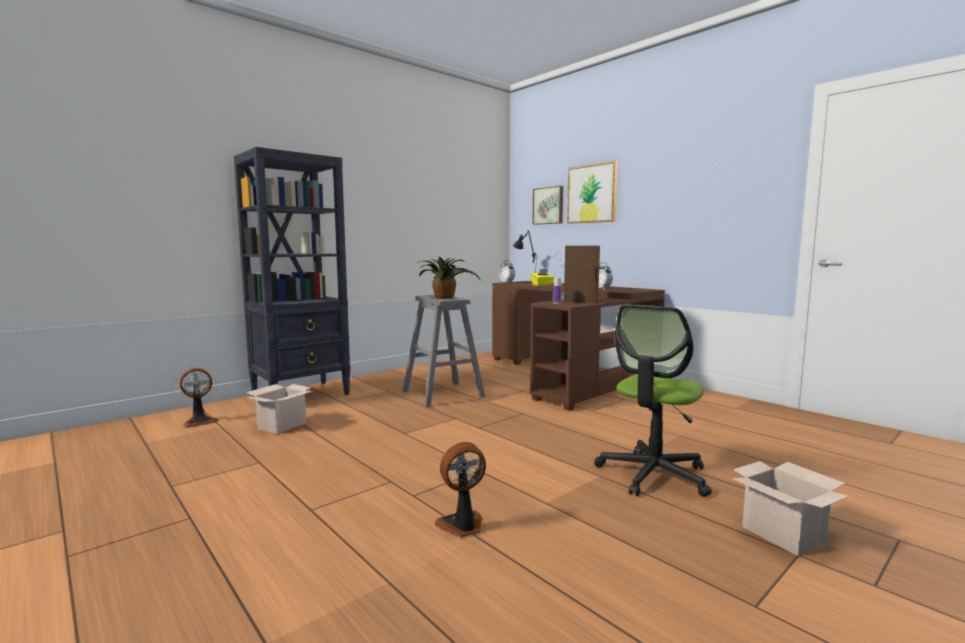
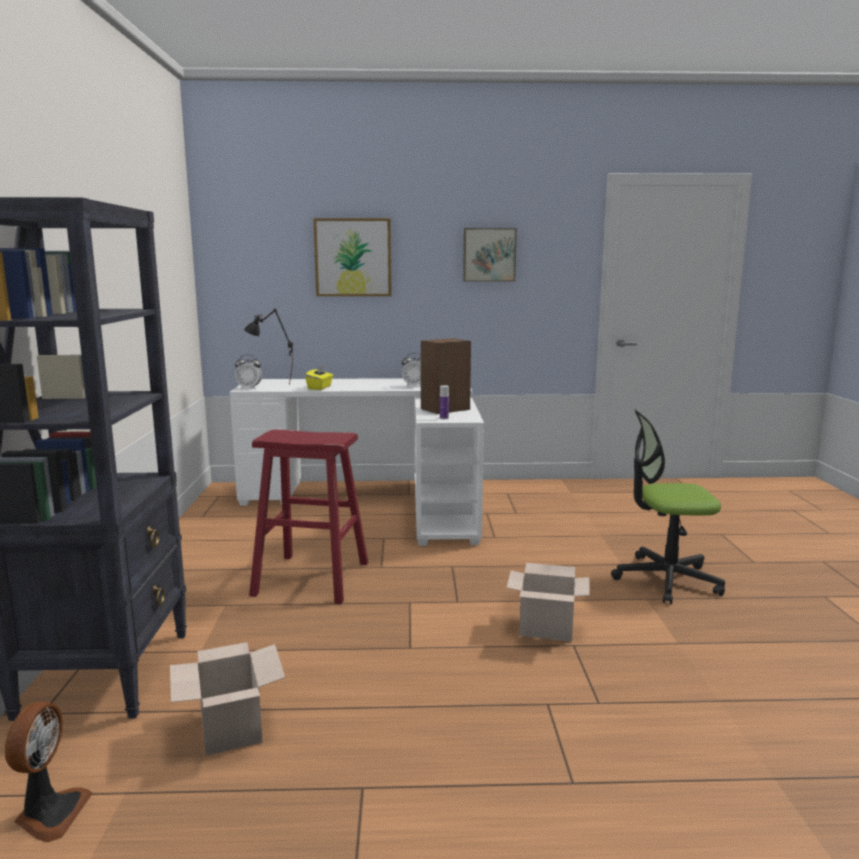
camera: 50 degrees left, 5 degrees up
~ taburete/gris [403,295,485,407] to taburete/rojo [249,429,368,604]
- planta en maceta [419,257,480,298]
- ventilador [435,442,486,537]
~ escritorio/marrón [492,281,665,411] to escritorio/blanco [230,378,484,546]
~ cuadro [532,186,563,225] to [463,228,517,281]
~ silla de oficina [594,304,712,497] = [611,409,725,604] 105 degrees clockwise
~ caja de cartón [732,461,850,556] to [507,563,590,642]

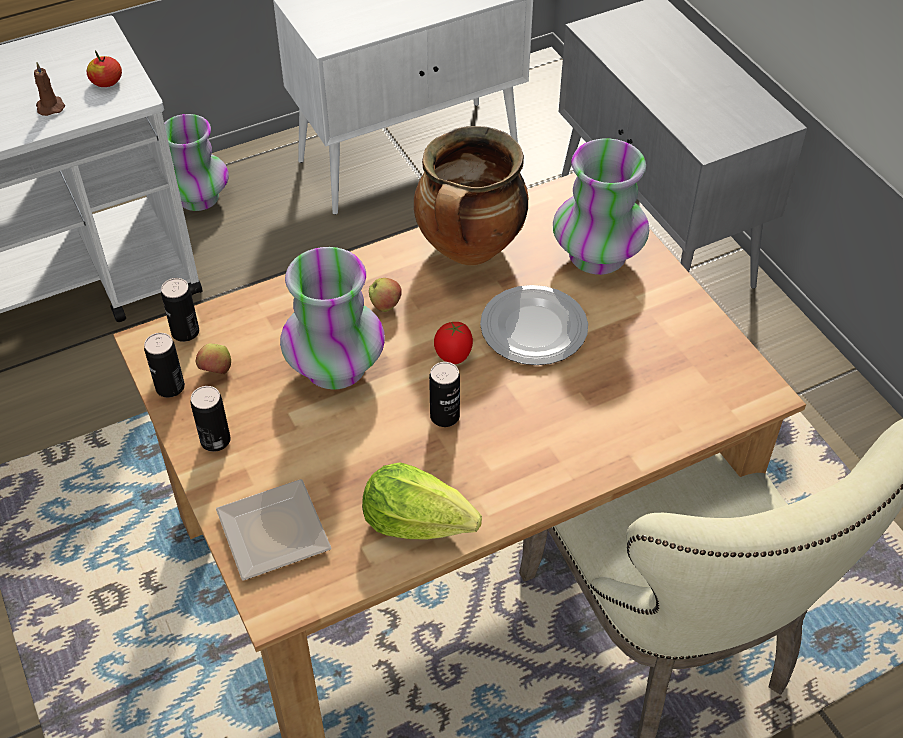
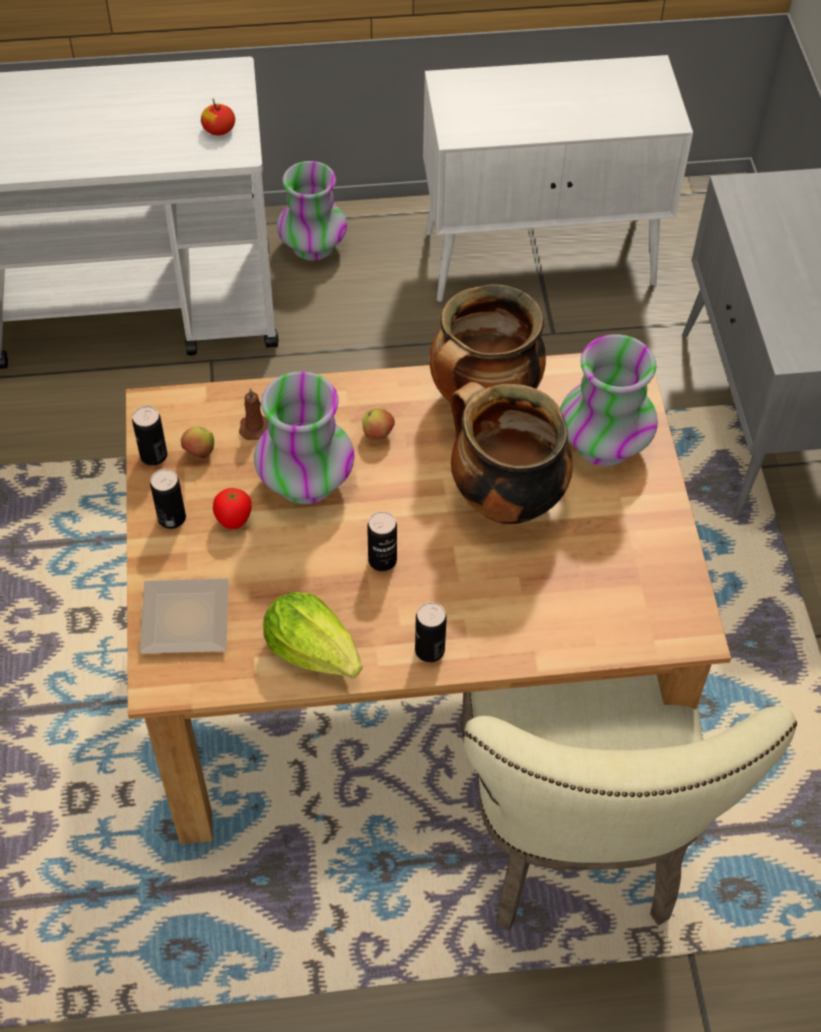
camera: 20 degrees right, 5 degrees up
~ vela/marrón [34,62,65,116] to [239,388,268,440]
~ lata [161,278,199,342] to [415,602,447,662]
~ tomate [434,322,473,364] to [213,488,252,529]
~ plato [480,285,588,365] to olla [451,382,573,525]

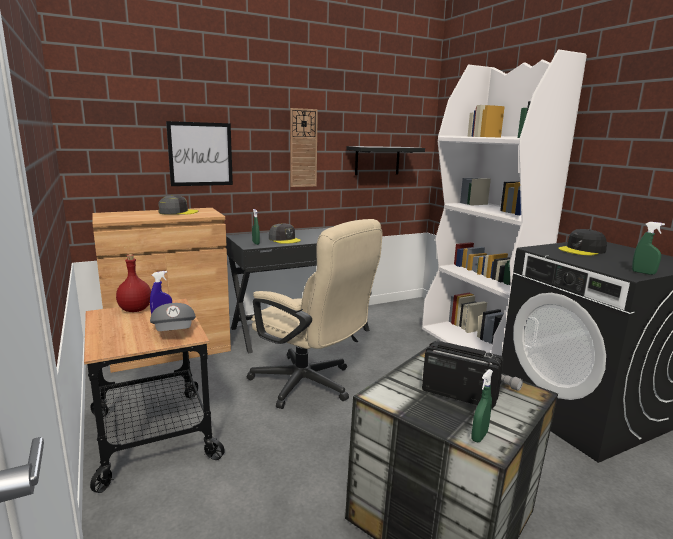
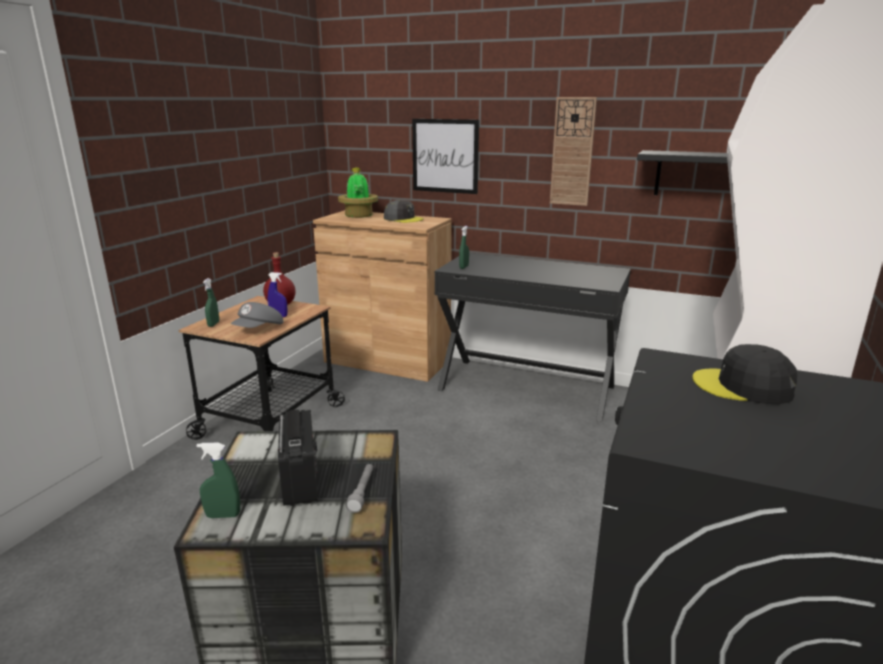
camera: 50 degrees right, 5 degrees up
- silla de oficina/beis [247,219,383,409]
- gorra/gris [269,223,301,244]
~ pulverizador/verde [632,222,665,275] to [203,278,219,327]
+ planta en maceta [338,167,378,218]

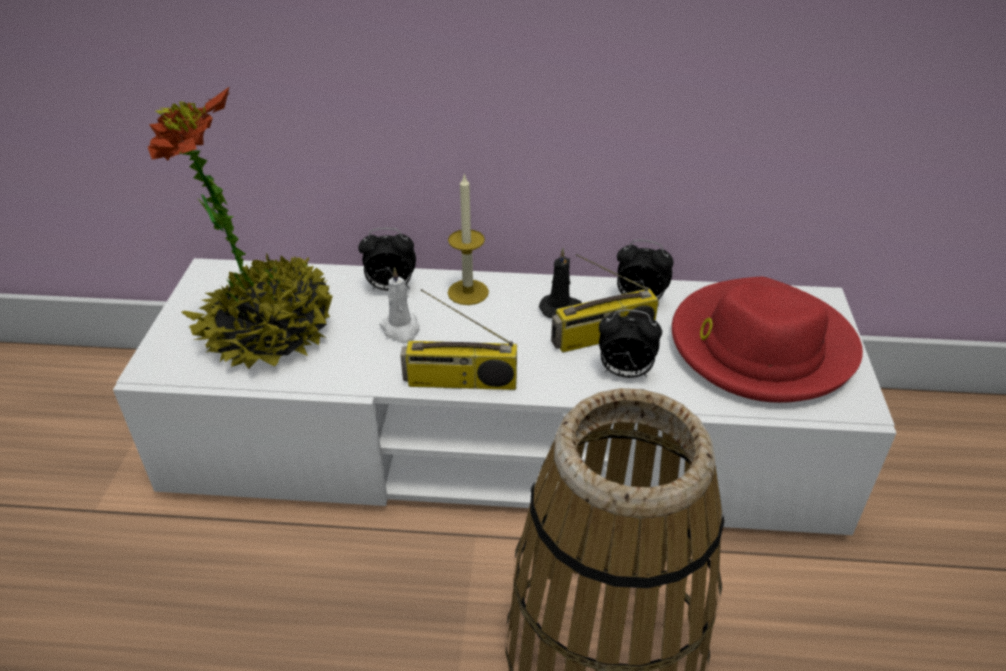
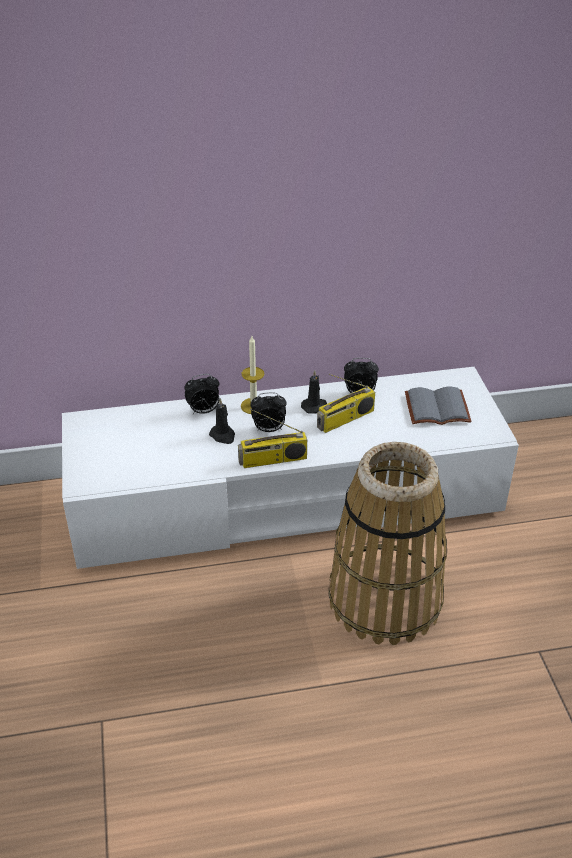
camera: 15 degrees left, 0 degrees up
- planta en maceta [148,86,333,369]
~ vela/blanco [379,267,420,344] to vela/negro [209,398,235,444]
~ despertador [599,309,662,378] to [250,392,287,432]
~ sombrero/rojo [672,277,863,403] to libro/gris [405,387,472,425]

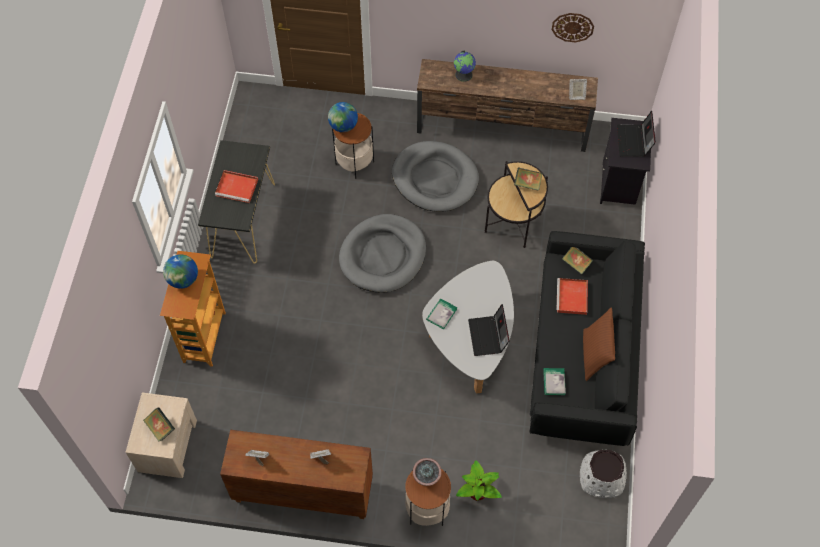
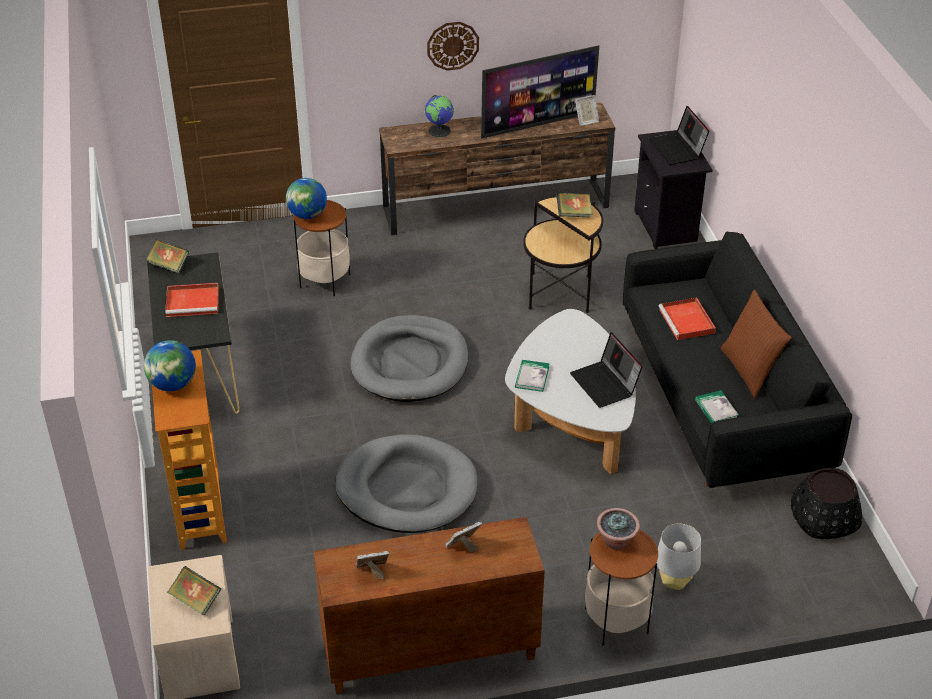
camera: 20 degrees left, 20 degrees down
~ cama para perro/gris [392,141,479,212] to [335,434,477,533]
~ planta en maceta [456,460,502,501] to lámpara de mesa/gris [657,523,701,590]
~ reloj de pared [552,13,594,42] to [427,22,479,71]
~ libro [562,247,593,274] to [146,239,189,274]
~ maceta/blanco [580,450,627,498] to maceta/negro [791,468,862,539]
+ televisor [481,45,599,139]

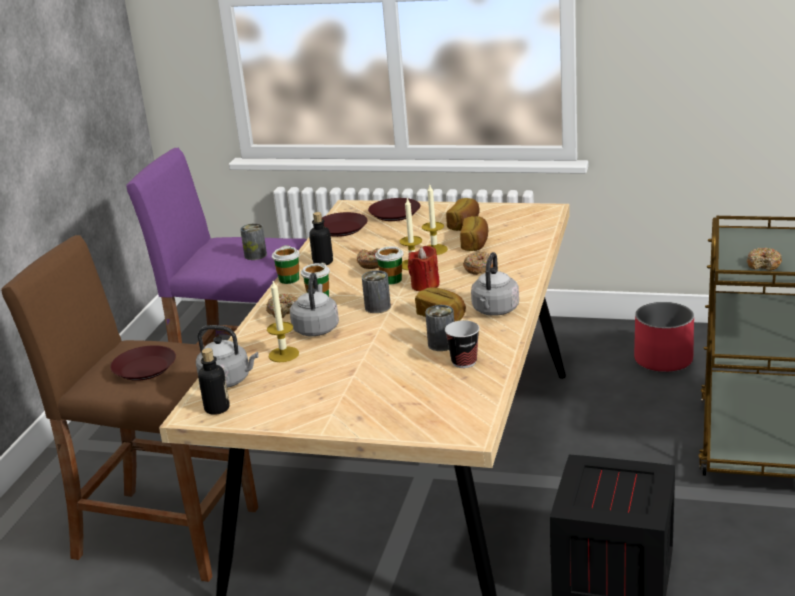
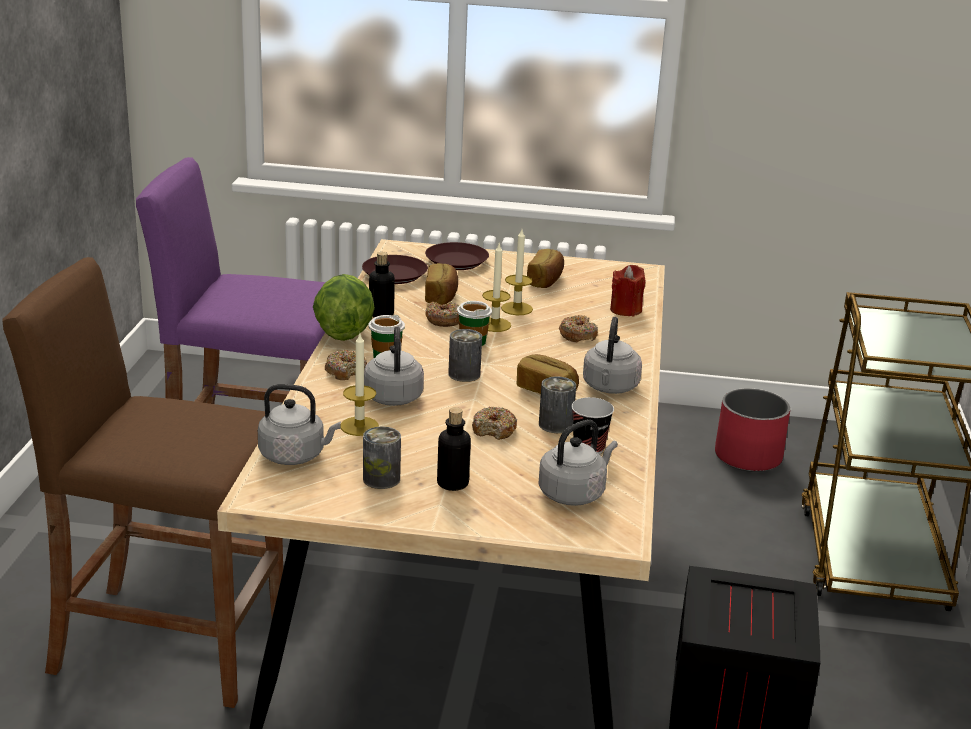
camera: 10 degrees left, 0 degrees up
- plato/marrón [110,345,176,381]
~ botella [198,348,230,415] to [437,407,471,491]
~ lata [240,223,267,260] to [363,427,401,489]
~ taza [272,245,300,284] to lechuga [313,274,375,341]
~ vela/rojo [408,246,440,291] to [610,265,646,316]
~ pan [460,216,488,251] to [425,263,458,305]
~ rosquilla [747,248,782,271] to [472,406,517,440]
+ hervidor/gris [538,420,618,506]

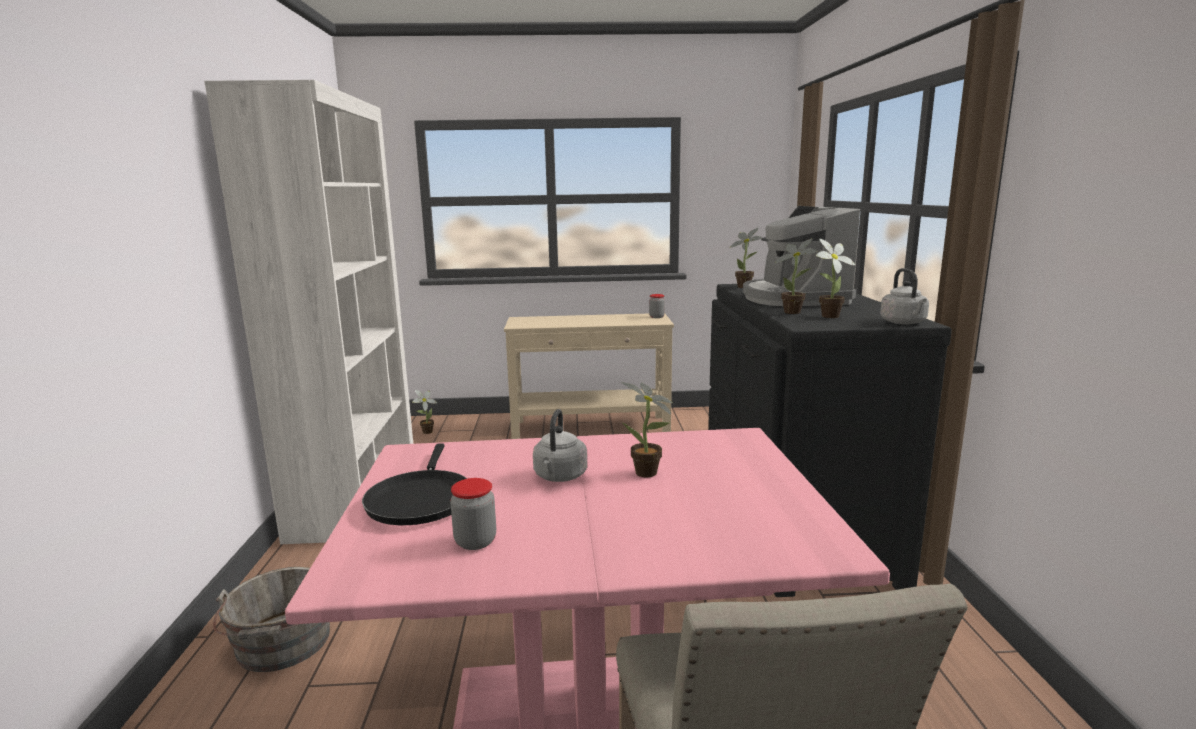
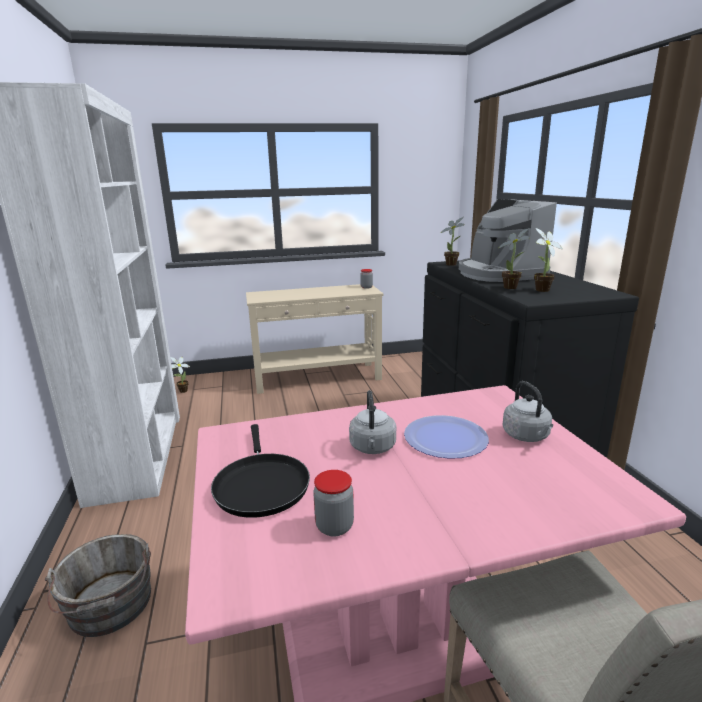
camera: 10 degrees left, 5 degrees up
~ planta en maceta [621,382,673,477] to plato [404,415,489,459]
~ hervidor/gris [880,268,929,325] to [502,381,553,442]

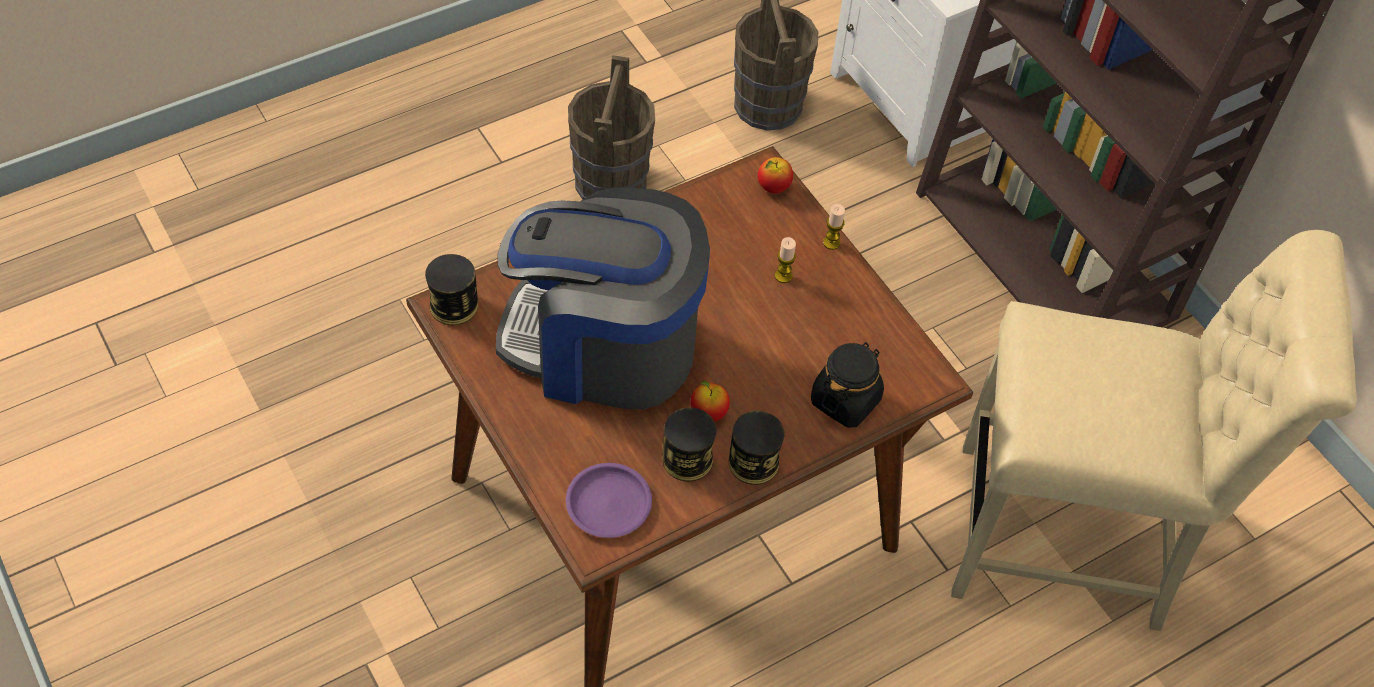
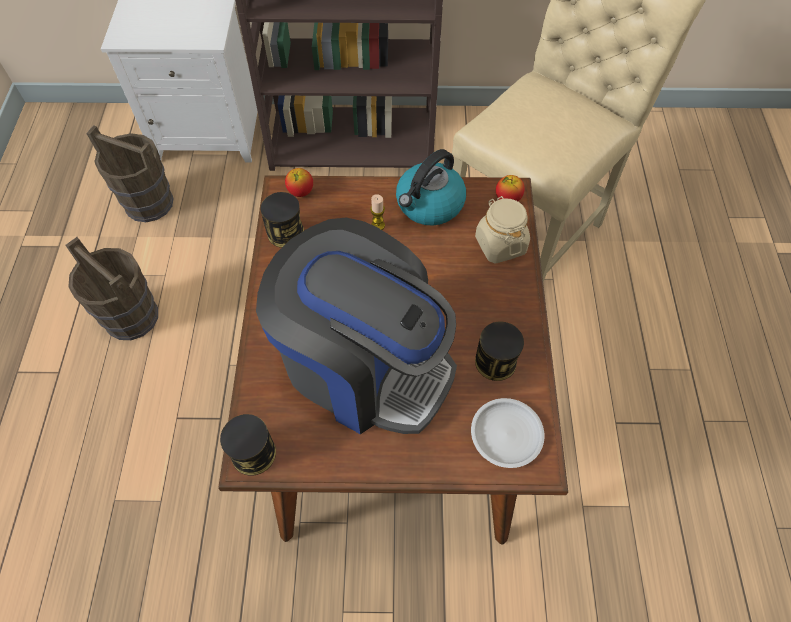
camera: 55 degrees left, 5 degrees up
~ cafetera [496,188,710,409] = [256,218,457,434] 105 degrees counterclockwise
~ plato/morado [566,463,652,538] to plato/blanco [471,398,545,468]
~ manzana [691,381,730,422] to [496,175,525,201]
~ lata [729,411,785,485] to [261,192,304,248]
~ tarro/negro [811,342,884,428] to tarro/beis [475,196,530,263]
- vela [823,204,845,250]
+ hervidor [396,149,466,225]

